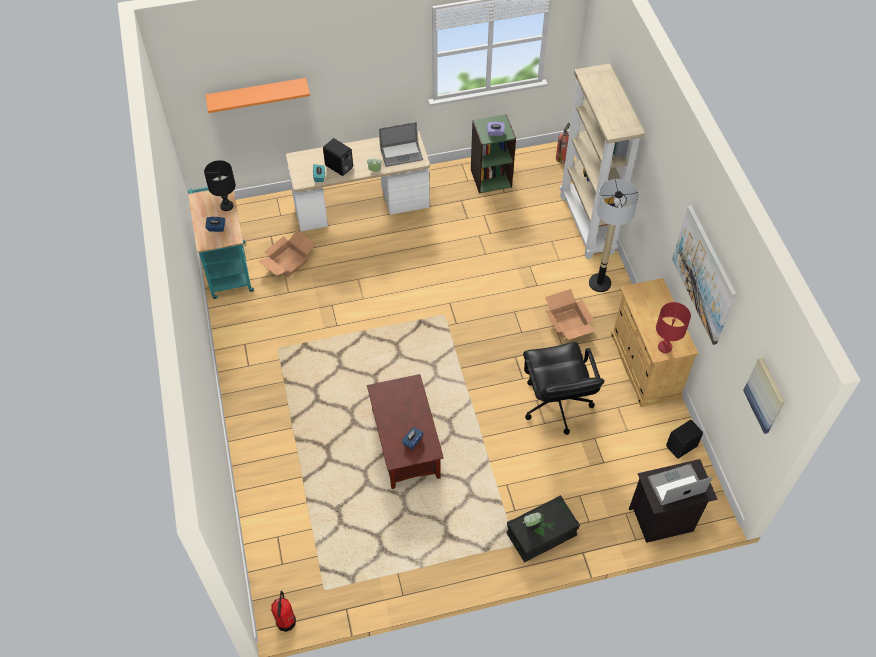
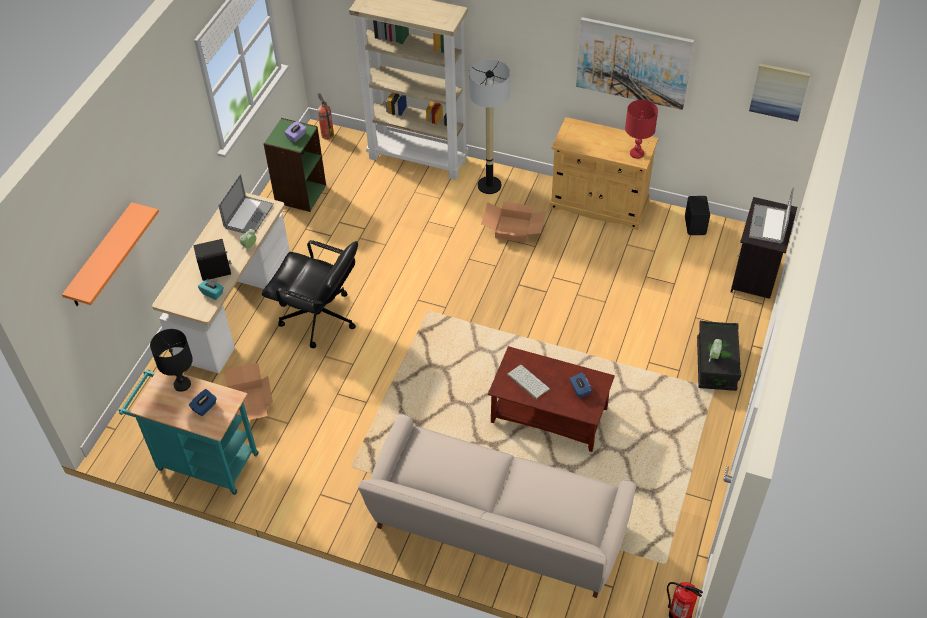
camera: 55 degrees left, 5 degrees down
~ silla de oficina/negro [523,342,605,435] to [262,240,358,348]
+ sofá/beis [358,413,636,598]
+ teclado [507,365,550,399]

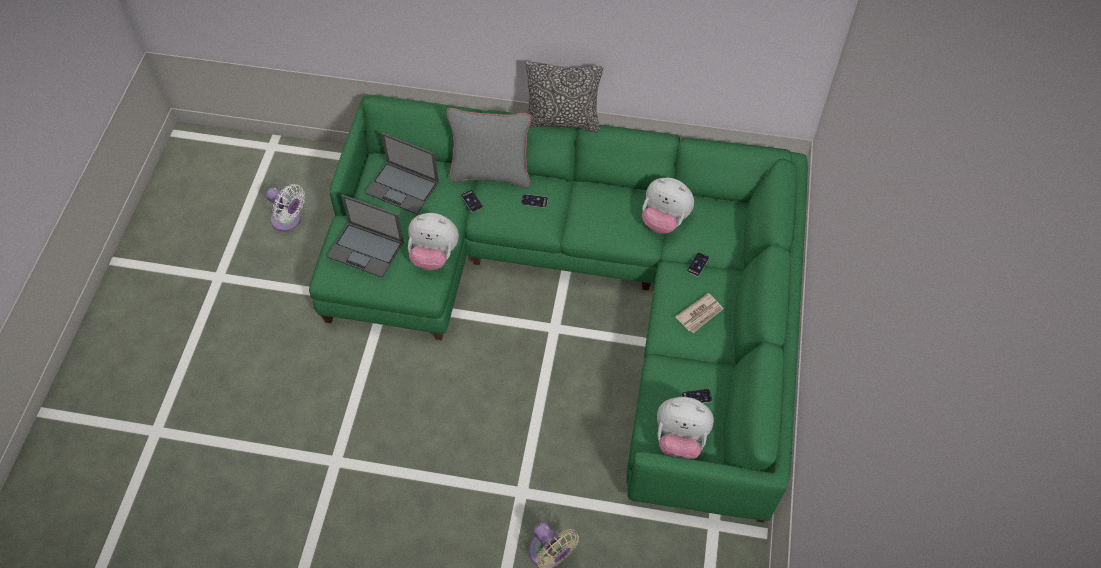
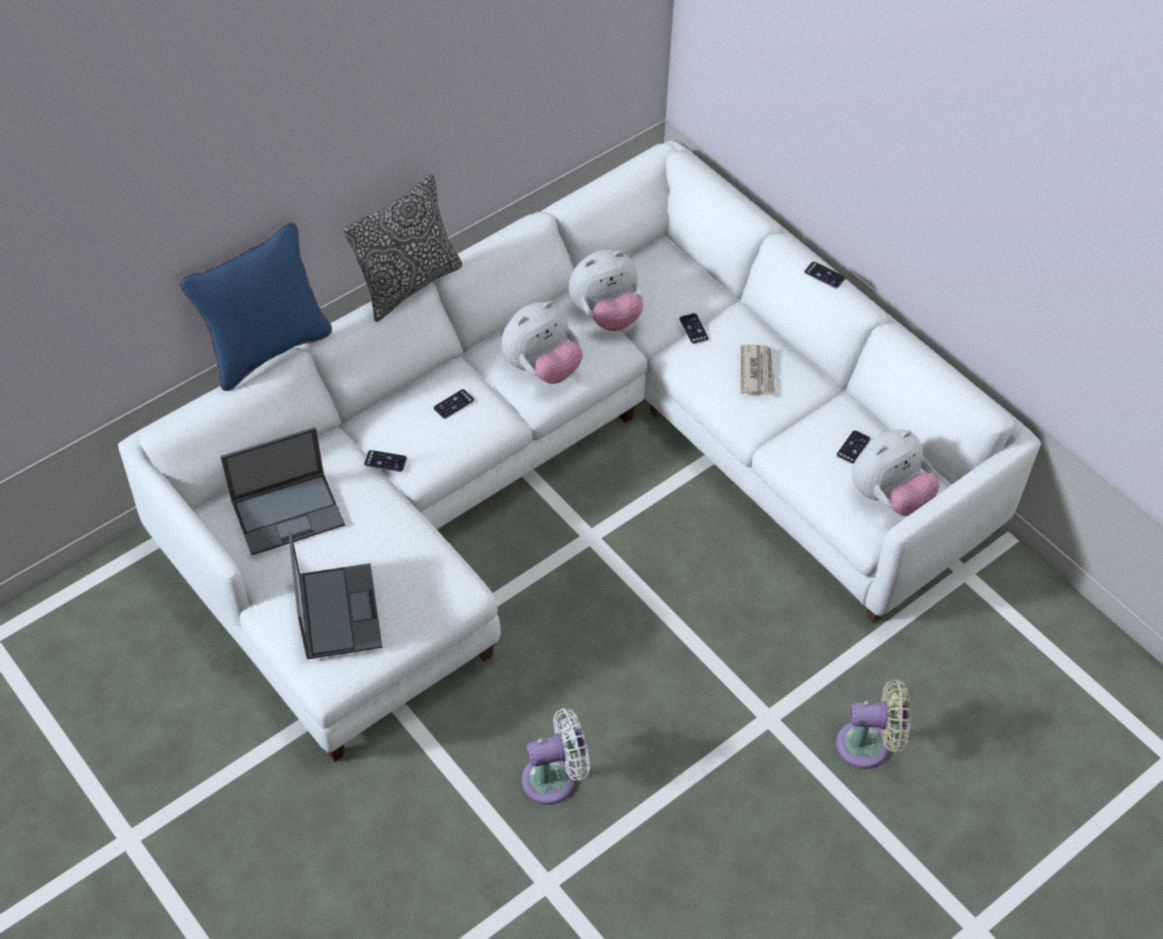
camera: 50 degrees left, 5 degrees down
~ ventilador/blanco [266,184,305,231] to [522,708,590,805]
~ sofá/verde [309,94,808,523] to sofá/blanco [118,140,1041,762]
~ portátil [327,195,404,278] = [288,531,383,659] 75 degrees counterclockwise
~ peluche [408,213,459,270] to [501,301,583,384]
- cojín/gris [446,108,532,187]
+ cojín/azul [179,223,332,391]
+ móvil [804,261,846,289]

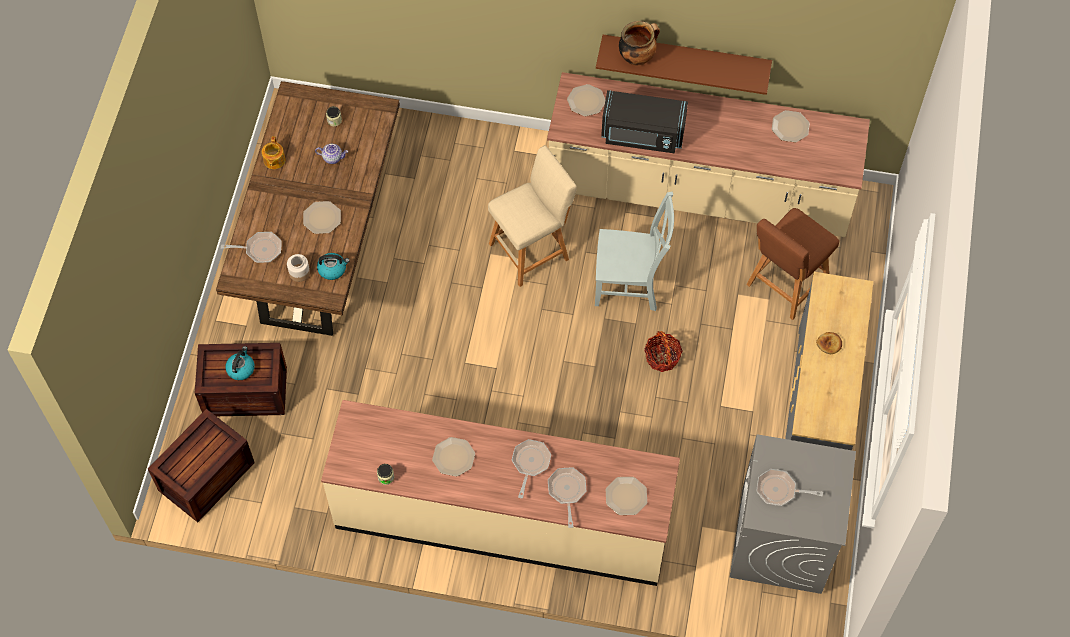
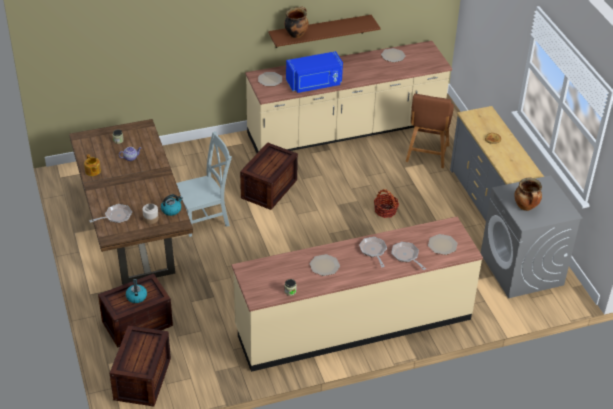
camera: 30 degrees left, 20 degrees down
- plato [303,201,341,234]
~ taburete/beis [488,145,577,287] to caja de embalaje [240,142,298,210]
~ silla/gris [595,192,674,311] to [176,131,232,237]
~ microondas/negro [601,90,688,153] to microondas/azul [286,51,343,93]
~ sartén [756,469,823,506] to olla [514,178,542,211]

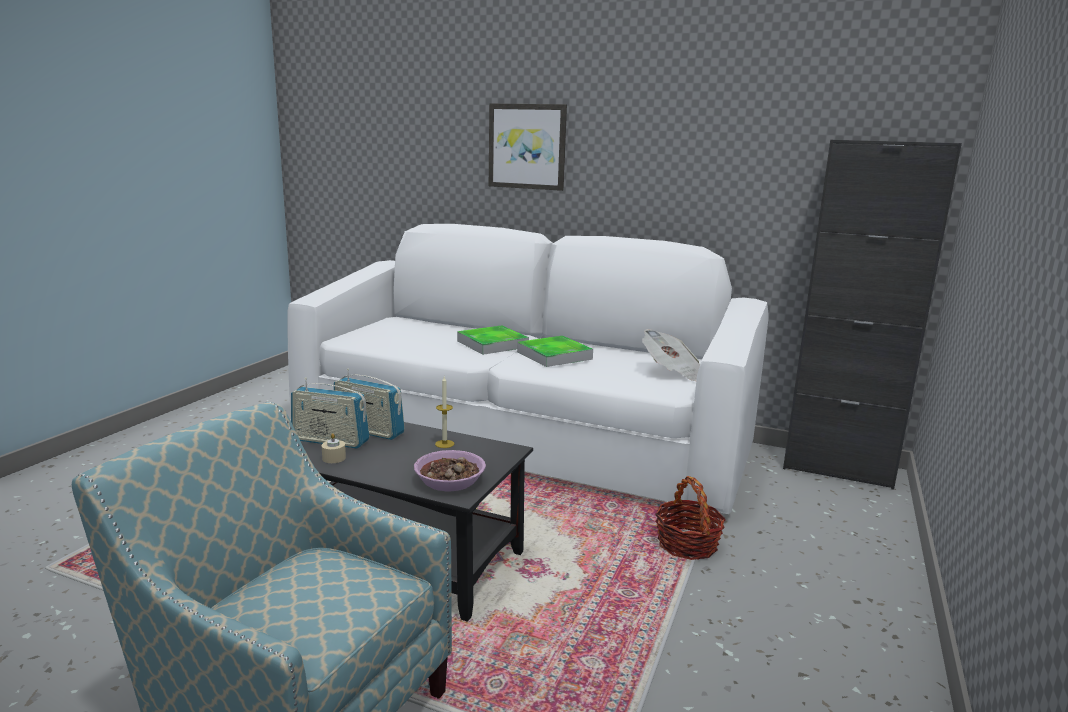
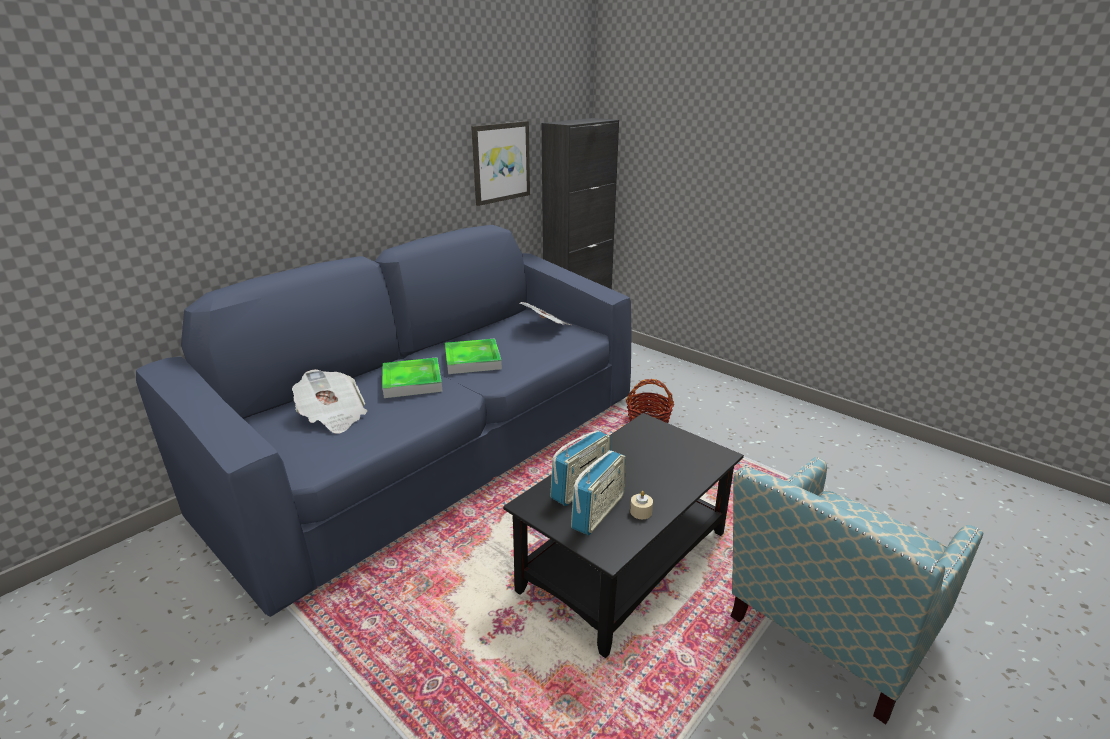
camera: 70 degrees left, 10 degrees up
~ sofá/blanco [287,224,768,514] to sofá/azul [136,225,631,617]
- cuenco [414,450,486,491]
- vela [435,376,454,448]
~ cuadro [489,103,567,191] to [471,121,530,206]
+ periódico [292,369,367,434]

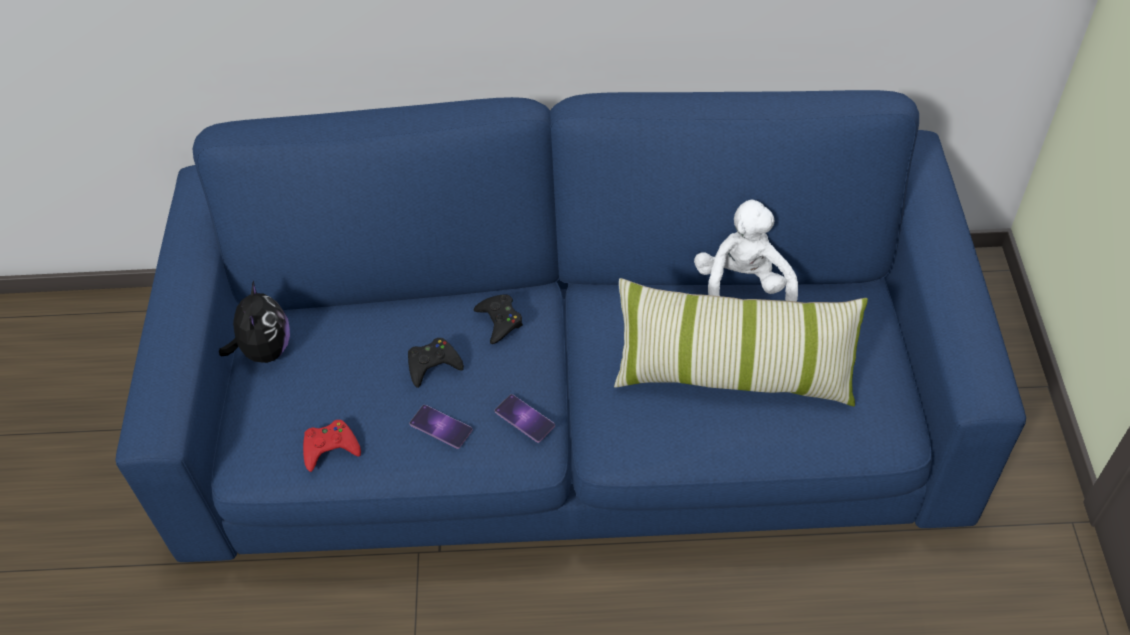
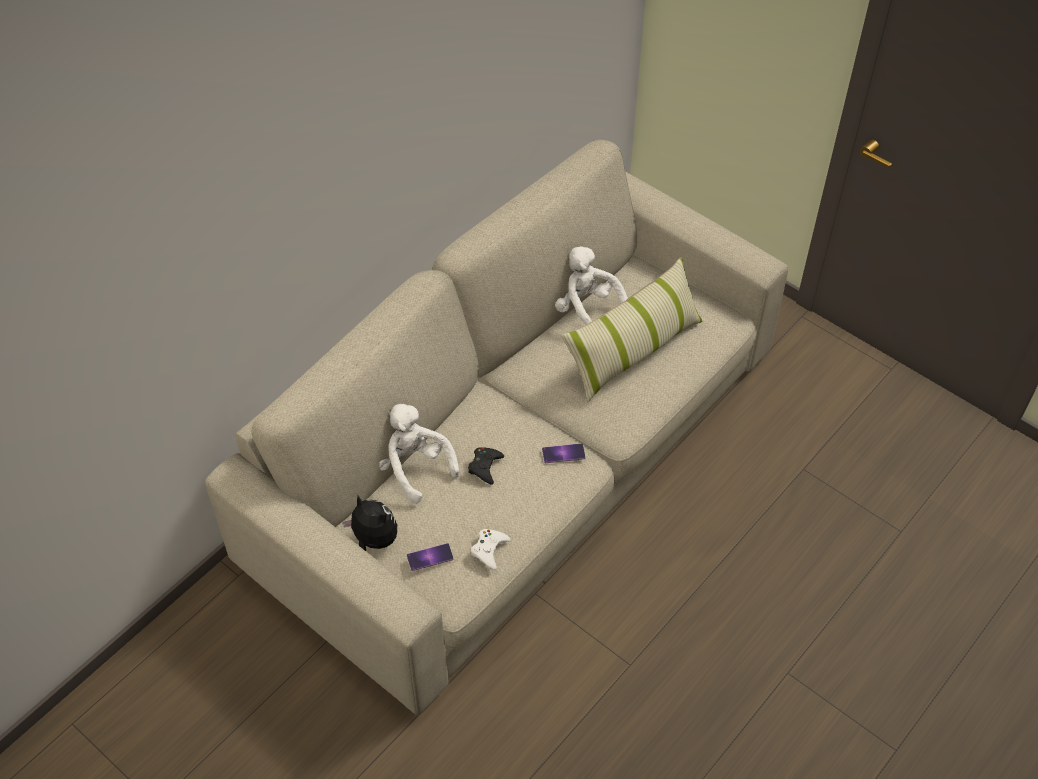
camera: 50 degrees left, 0 degrees up
~ sofá/azul [115,90,1026,562] to sofá/beis [205,140,788,715]
~ mando de consola/rojo [303,420,361,472] to mando de consola/blanco [471,529,511,570]
~ móvil [409,405,473,449] to [407,543,454,571]
- mando de consola/negro [474,295,523,344]
+ peluche/blanco [379,404,459,504]

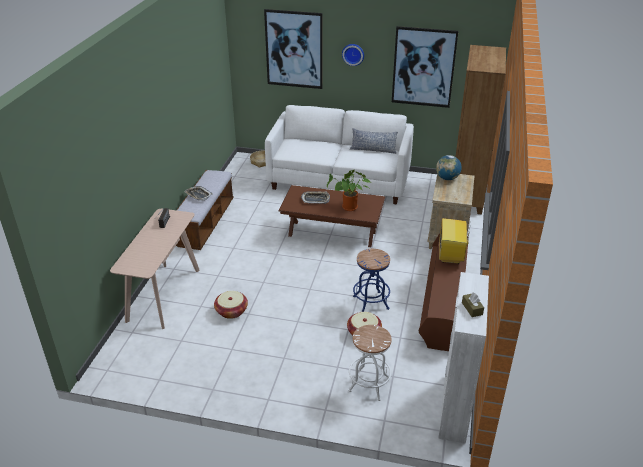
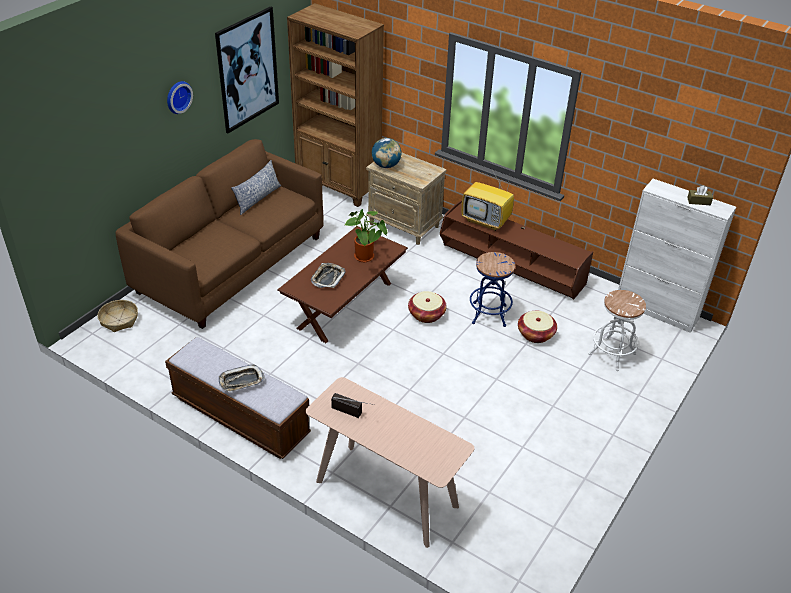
camera: 70 degrees left, 5 degrees up
~ cesta [214,291,248,319] to [408,291,447,323]
- cuadro [264,9,322,89]
~ sofá/blanco [265,105,414,204] to sofá/marrón [116,139,324,329]

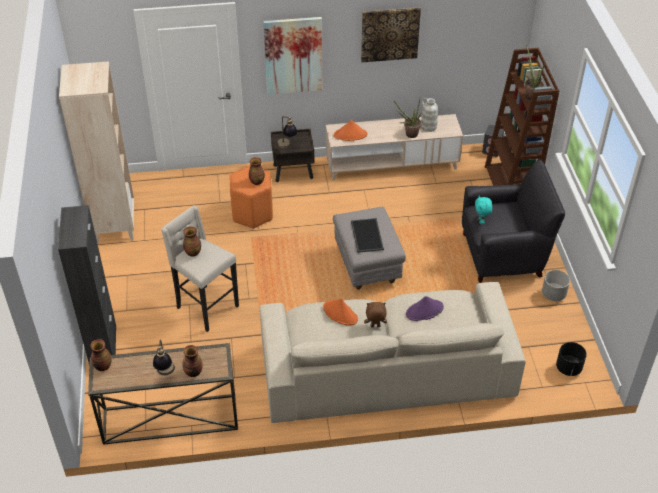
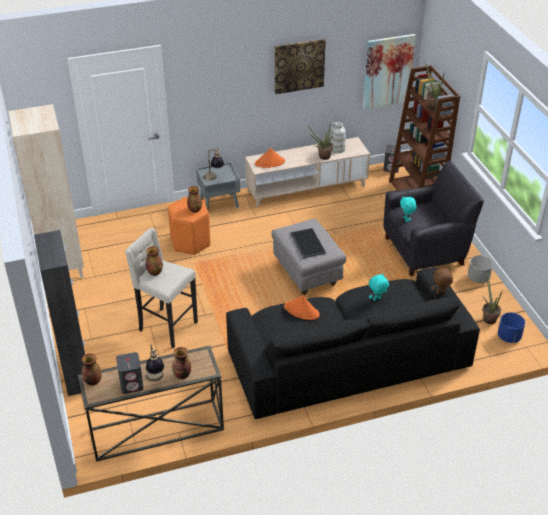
camera: 10 degrees left, 5 degrees down
~ sofá/beis [260,282,526,423] to sofá/negro [226,267,480,419]
~ cuadro [263,17,322,95] to [363,34,416,109]
~ mesita de noche/marrón [271,129,314,182] to mesita de noche/gris [196,162,240,210]
~ peluche/marrón [364,302,387,327] to [431,268,453,294]
~ sombrero/morado [406,296,444,321] to peluche/turquesa [369,273,389,301]
~ maceta/negro [556,342,587,376] to maceta/azul [498,313,525,343]
+ altavoz/gris [116,352,144,394]
+ planta en maceta [482,271,502,324]

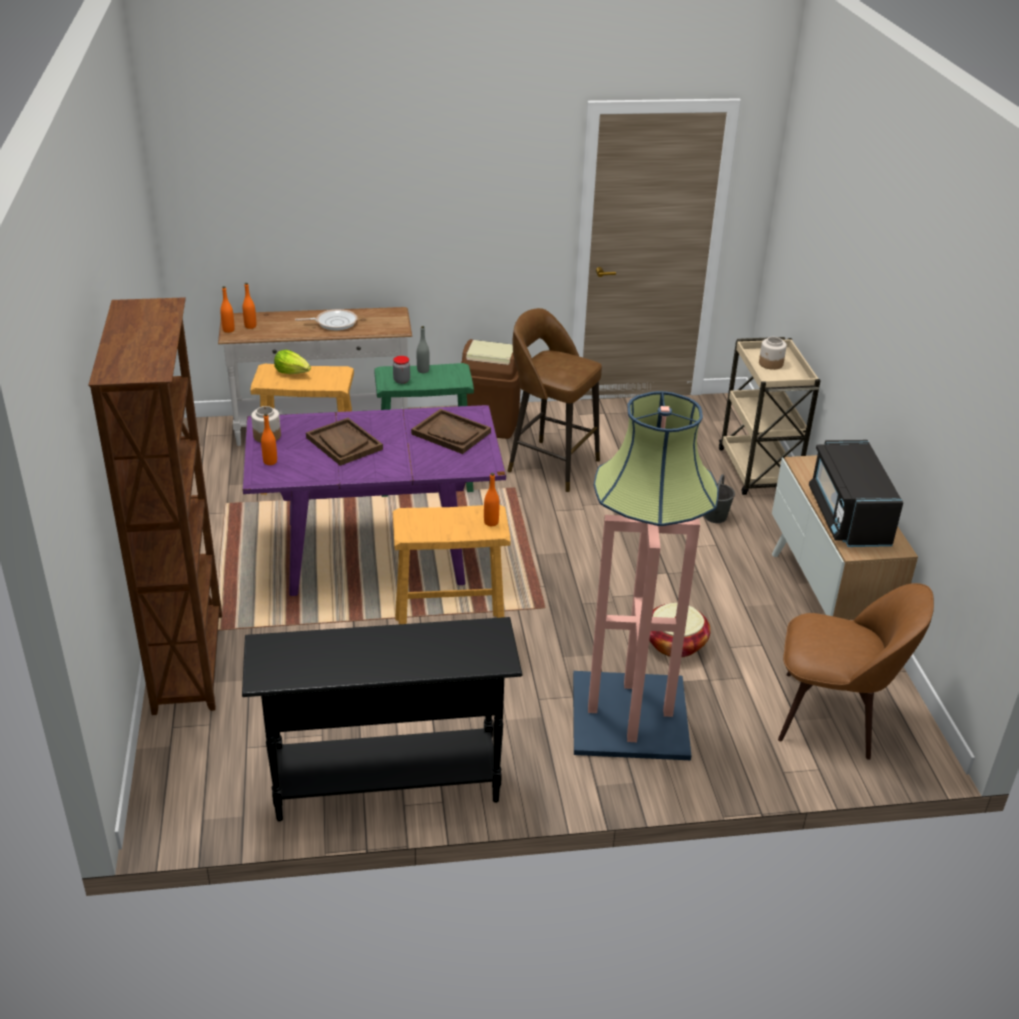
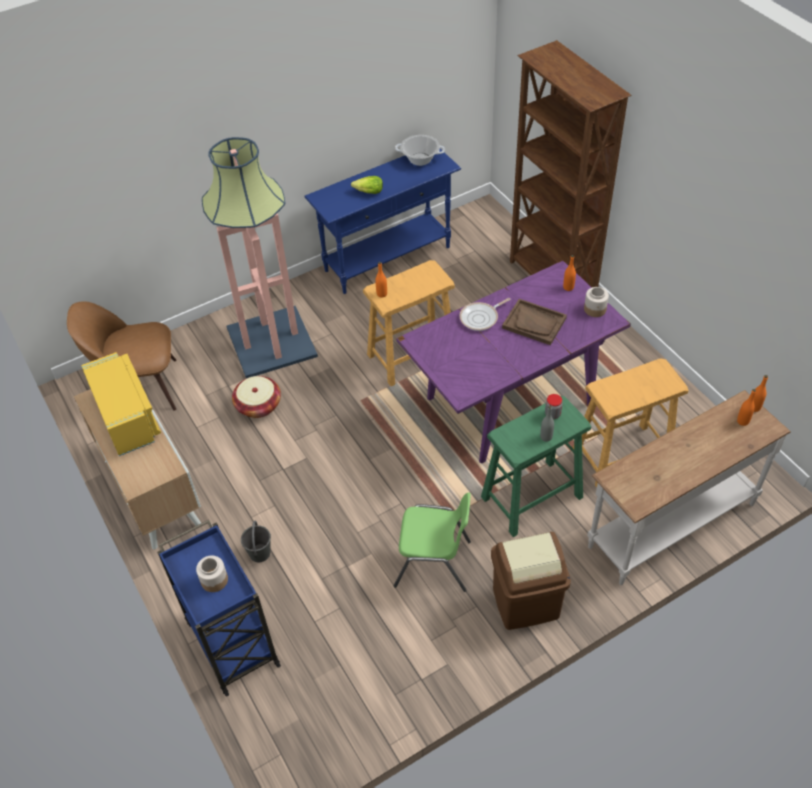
camera: 160 degrees right, 15 degrees up
~ mesa consola/negro [242,617,523,821] to mesa consola/azul [304,149,461,294]
~ lechuga [274,350,311,374] to [351,176,383,194]
~ sartén [295,309,357,330] to [459,298,510,331]
- bandeja/marrón [411,409,491,454]
~ taburete/marrón [508,308,602,492] to silla/verde [394,493,471,592]
~ carrito/beis [719,337,821,495] to carrito/azul [157,520,281,697]
~ microondas/negro [809,440,903,547] to microondas/amarillo [81,352,161,456]
+ olla [395,135,446,166]

